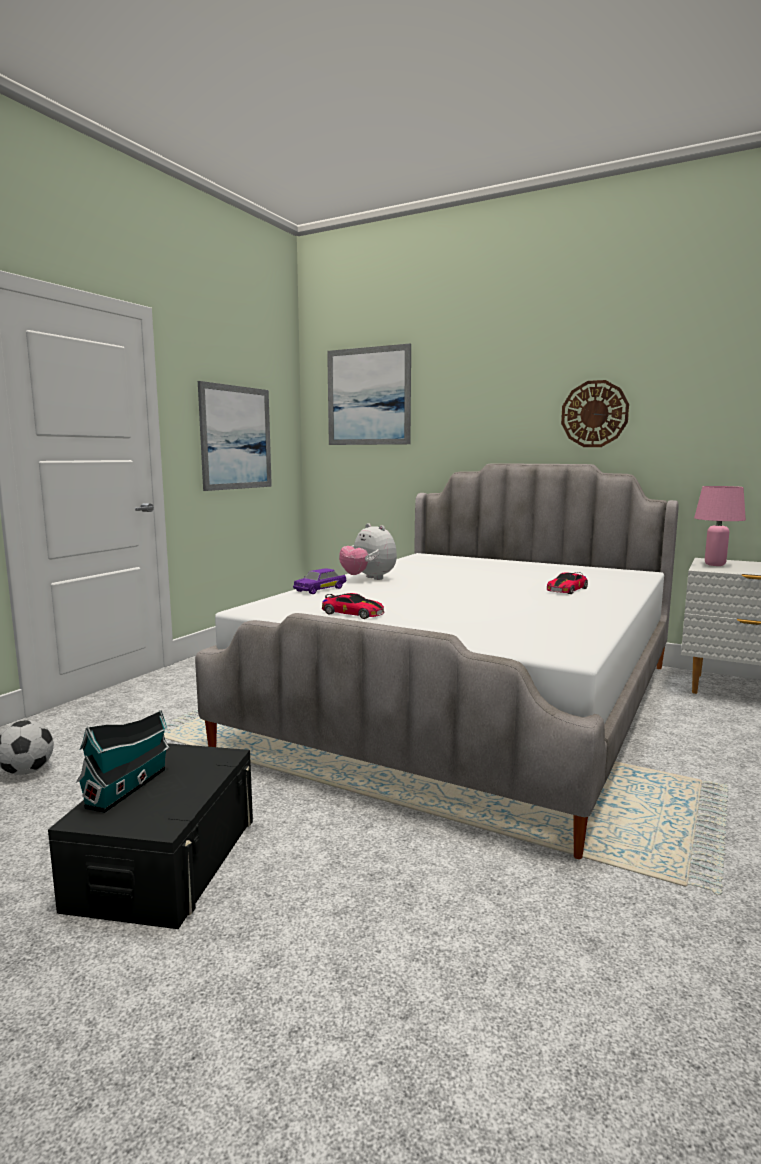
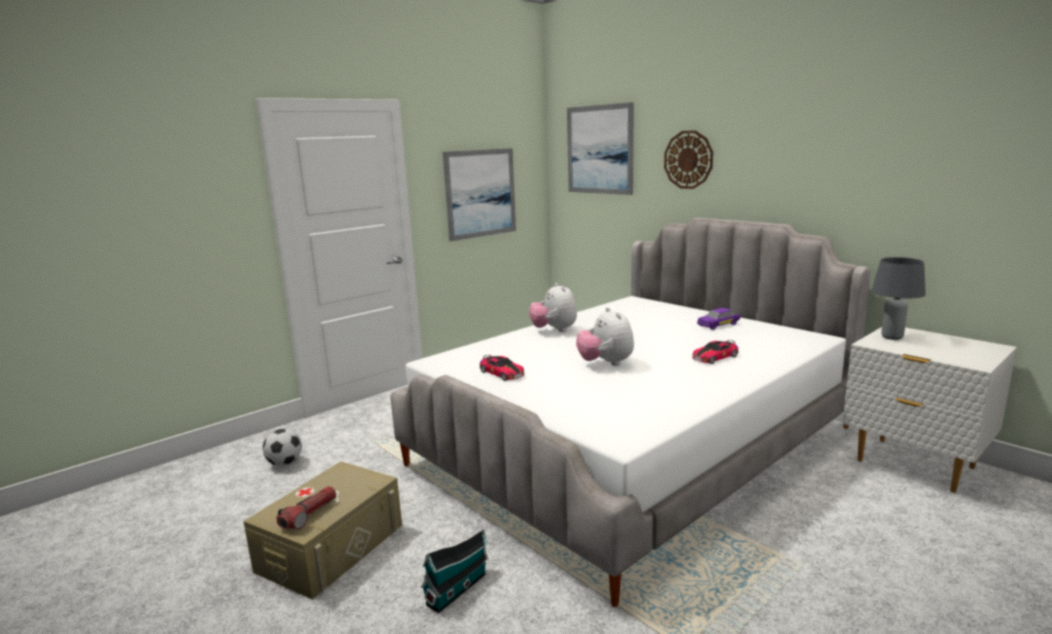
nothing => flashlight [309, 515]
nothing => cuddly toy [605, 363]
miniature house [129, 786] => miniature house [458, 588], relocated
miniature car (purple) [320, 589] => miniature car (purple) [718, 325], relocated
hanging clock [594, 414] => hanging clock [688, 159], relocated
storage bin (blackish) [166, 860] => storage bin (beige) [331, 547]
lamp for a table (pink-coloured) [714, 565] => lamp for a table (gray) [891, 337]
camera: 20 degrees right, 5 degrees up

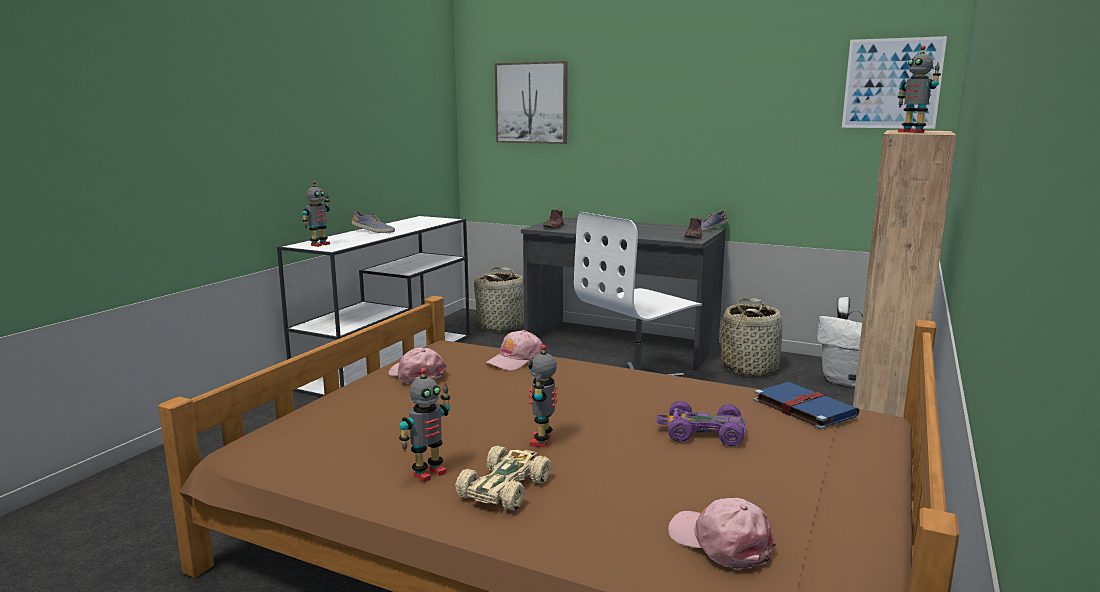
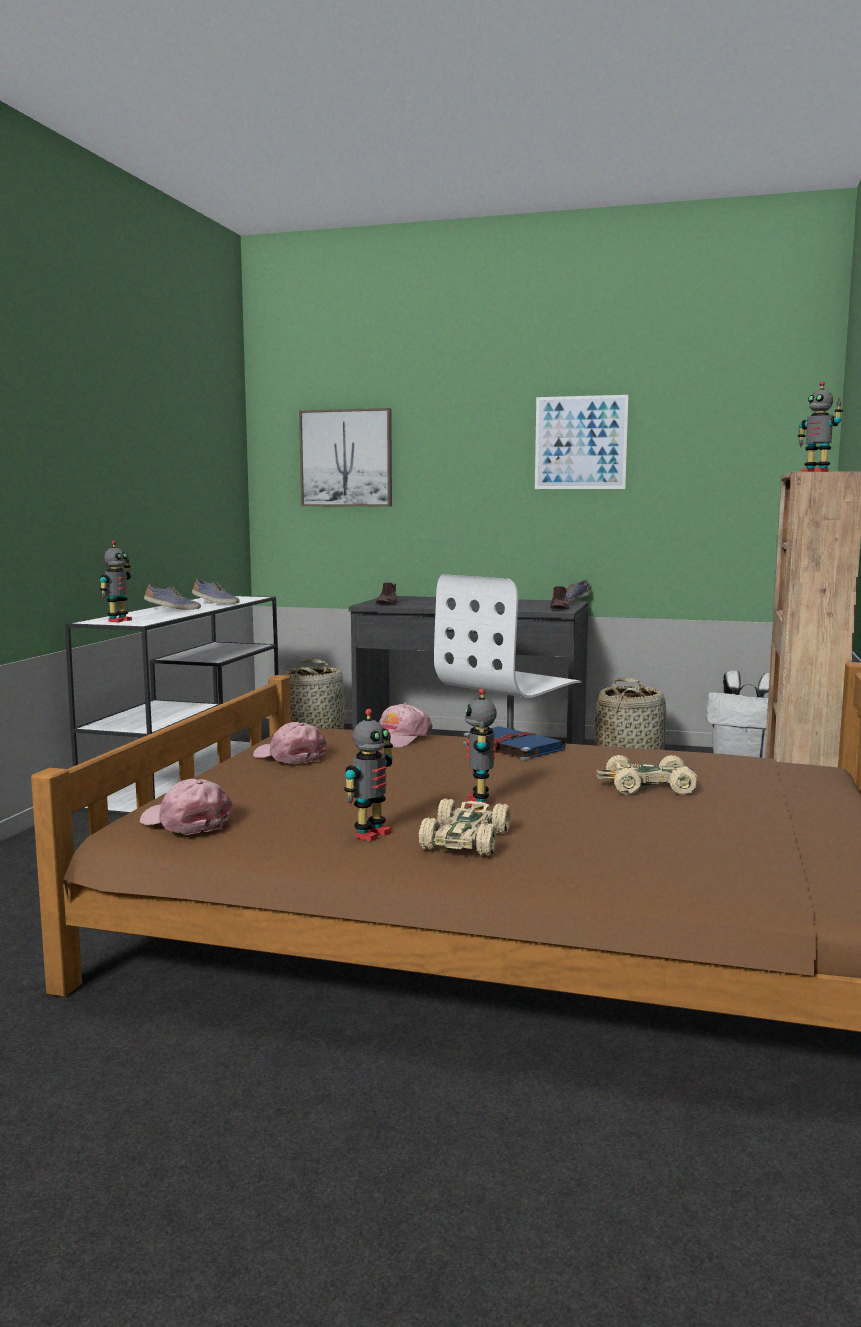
nothing => shoe [215, 602]
peaked cap (pink-coloured) [721, 542] => peaked cap (pink-coloured) [186, 822], relocated
book (bluish) [802, 407] => book (bluish) [511, 746], relocated
wall picture [892, 83] => wall picture [580, 442], relocated
miniature car (purple) [702, 433] => miniature car (beige) [648, 787]
camera: 10 degrees left, 5 degrees down

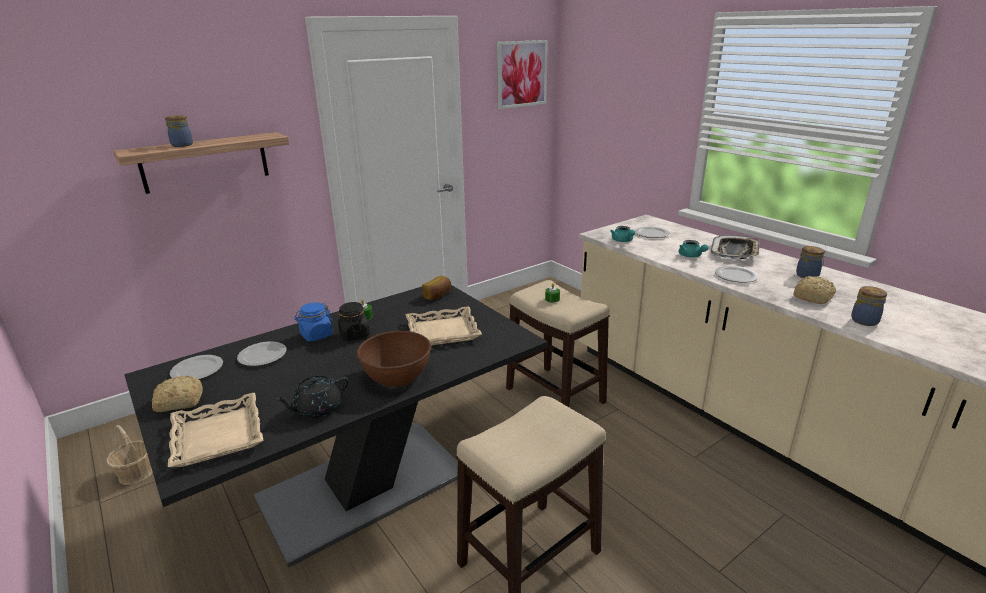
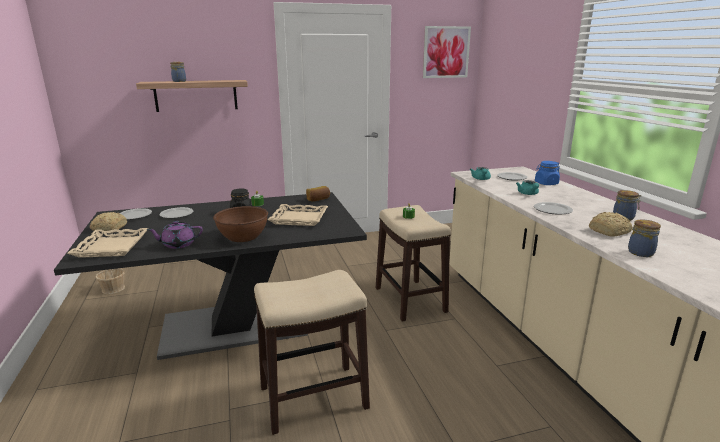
tray [735, 252] => nothing
jar (bluish) [316, 335] => jar (bluish) [546, 183], relocated
pot for tea (blackish) [317, 408] => pot for tea (purple) [178, 244]
camera: 20 degrees right, 5 degrees down

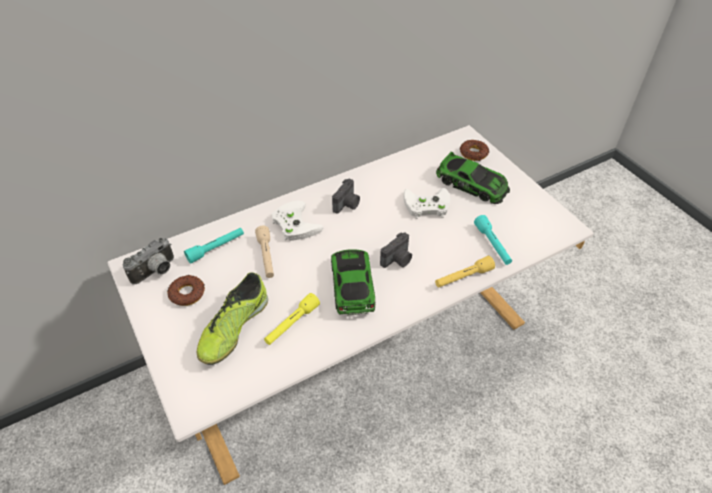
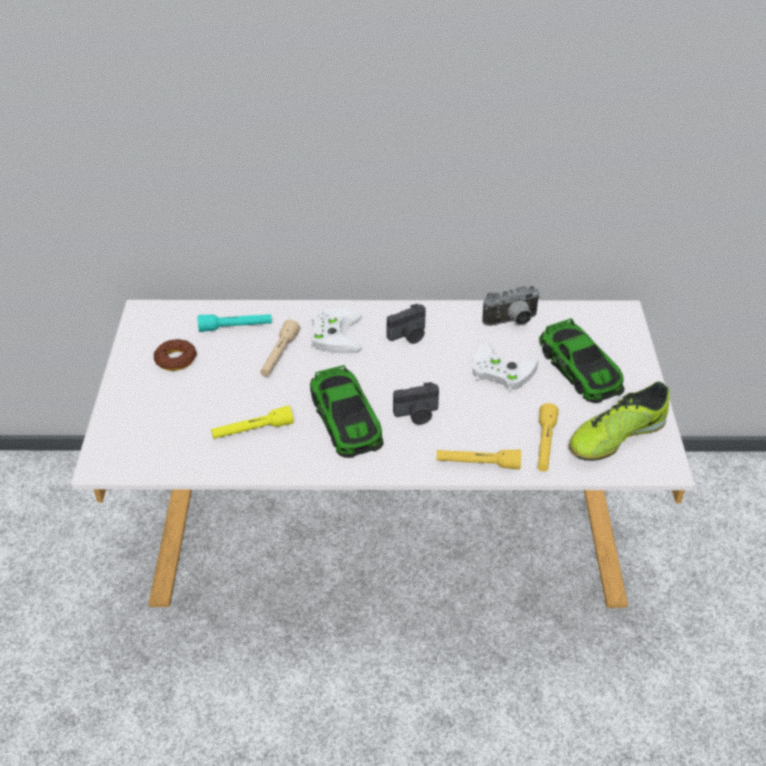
ring doughnut [473, 153] => nothing
photo camera [156, 272] => photo camera [512, 322], relocated
shoe [234, 328] => shoe [616, 437], relocated
flashlight (blue-green) [492, 245] => flashlight (yellowish) [545, 444]
miniature car [352, 285] => miniature car [346, 419], 135 degrees clockwise
camera: 30 degrees right, 5 degrees down

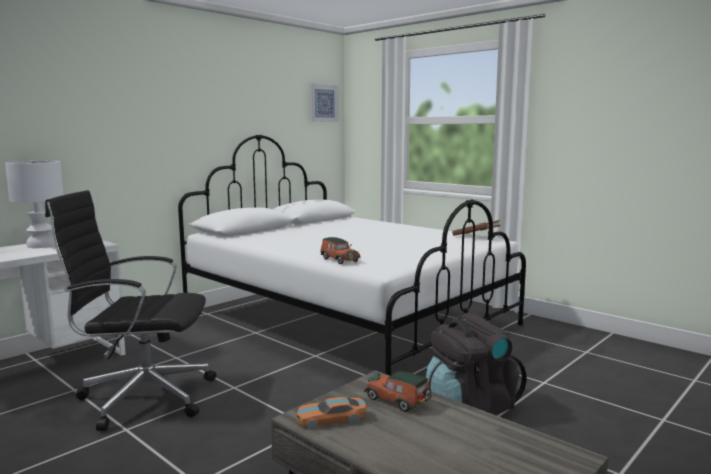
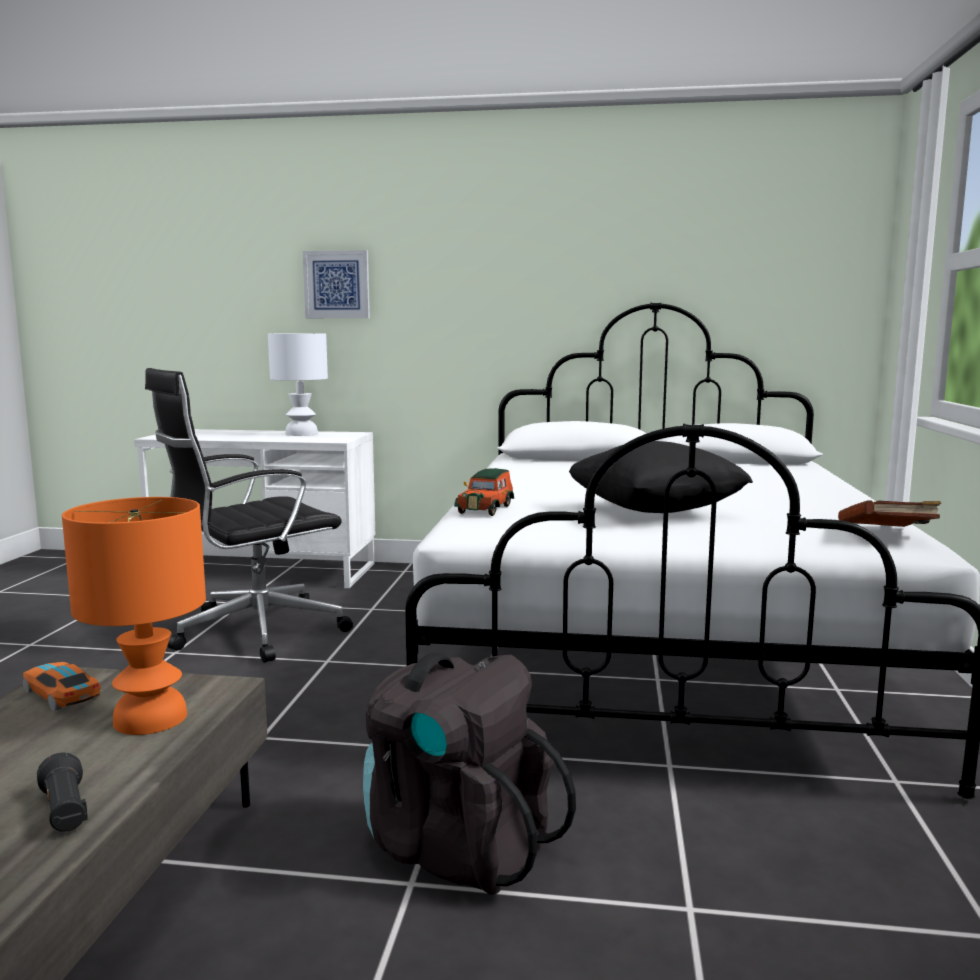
nothing => flashlight (blackish) [65, 812]
nothing => throw pillow (blackish) [655, 512]
wall picture [323, 103] => wall picture [337, 284], relocated
miniature car [398, 401] => lamp for a table (orange-coloured) [148, 719]
desk chair (blackish) [143, 397] => desk chair (blackish) [254, 632], 90 degrees counterclockwise
camera: 55 degrees right, 0 degrees up

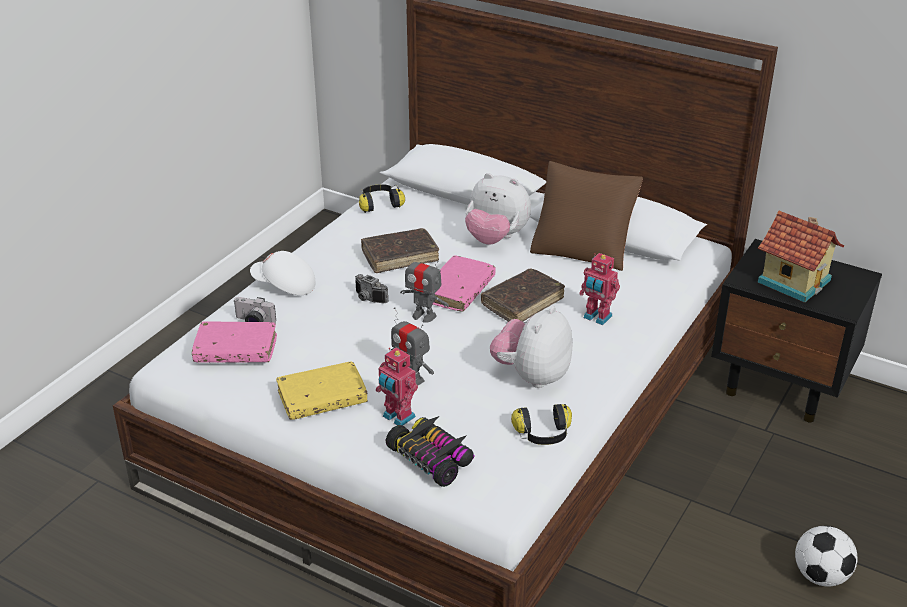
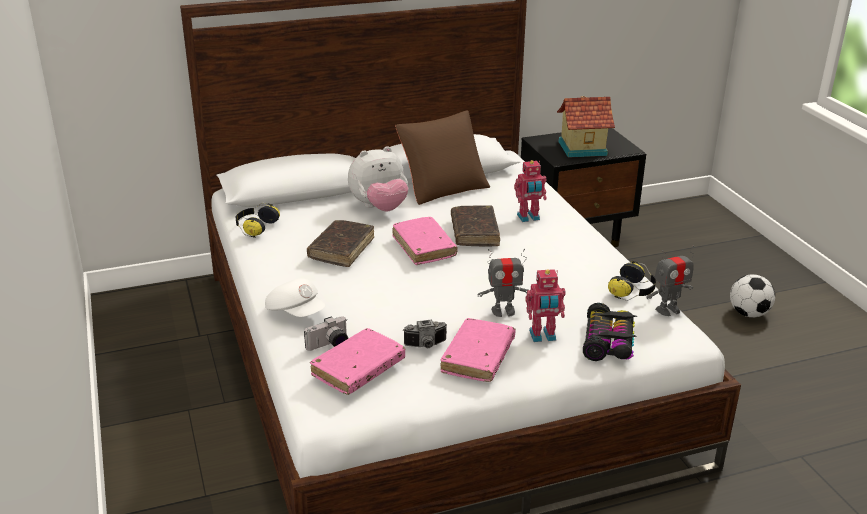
cuddly toy [532, 376] => nothing
photo camera [368, 299] => photo camera [426, 345], relocated
model robot [424, 316] => model robot [668, 310], relocated
book (yellowish) [322, 398] => book (pink-coloured) [478, 357]
peaked cap (white) [284, 286] => peaked cap (white) [296, 312], 105 degrees counterclockwise
miniature car [432, 458] => miniature car [609, 342], 105 degrees clockwise
camera: 50 degrees left, 5 degrees down

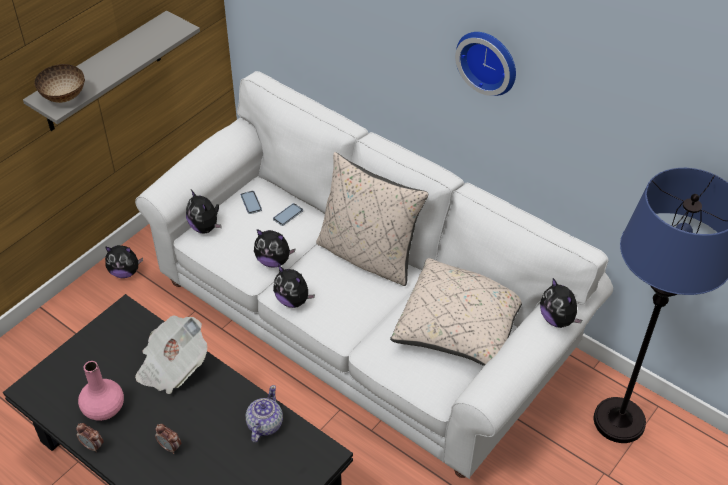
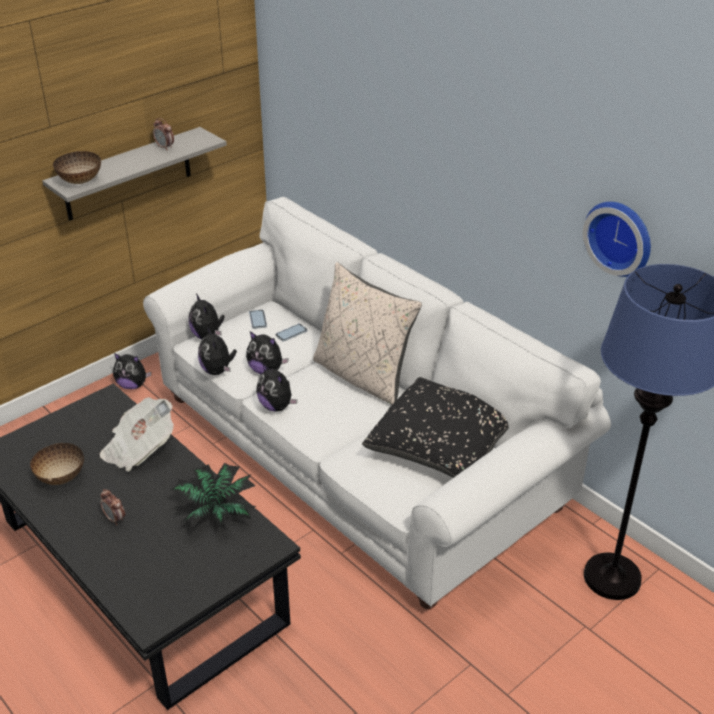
alarm clock [92, 446] => alarm clock [165, 147], relocated
hanging clock [489, 60] => hanging clock [620, 237], relocated
cuddly toy [557, 319] => cuddly toy [217, 370], relocated
decorative vase (pink-coloured) [103, 408] => serving bowl [60, 477]
pot for tea [264, 425] => plant in a pot [215, 510]
throw pillow (beige) [460, 327] => throw pillow (blackish) [442, 447]
camera: 10 degrees right, 10 degrees down

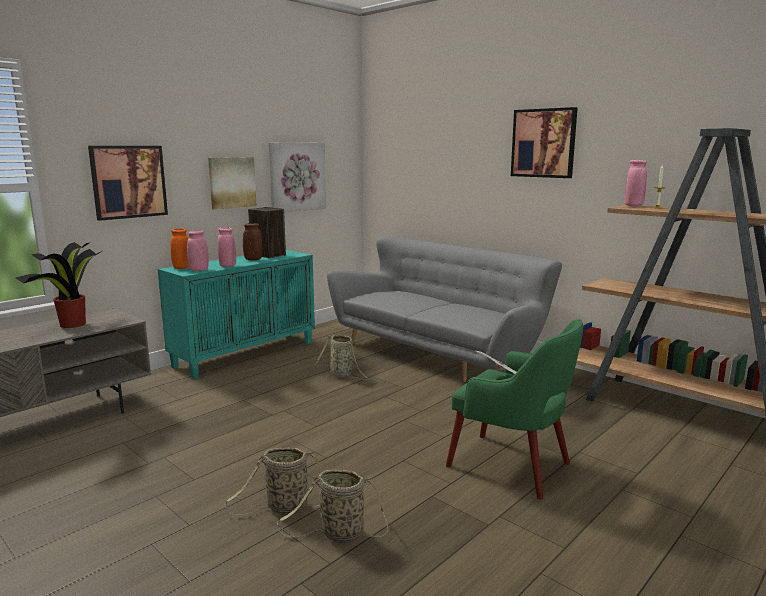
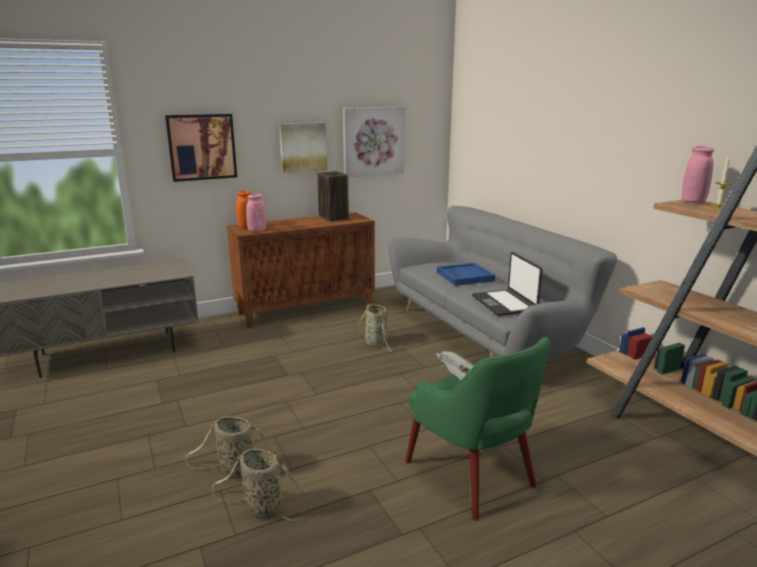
plant in a pot [71, 325] => nothing
decorative vase (pink-coloured) [228, 266] => nothing
decorative vase (brown-coloured) [253, 259] => nothing
wall picture [543, 143] => nothing
nothing => tray (bluish) [464, 276]
nothing => notebook computer [504, 303]
storage cabinet (blue-green) [245, 354] => storage cabinet (brown-coloured) [306, 309]
camera: 20 degrees right, 5 degrees up

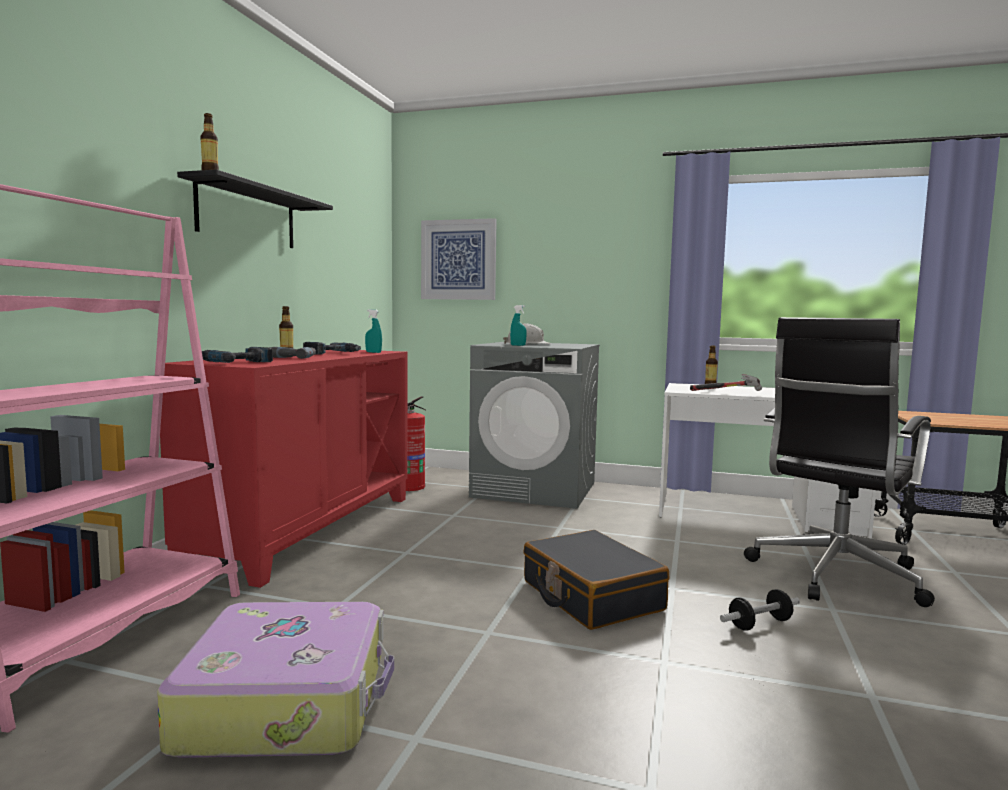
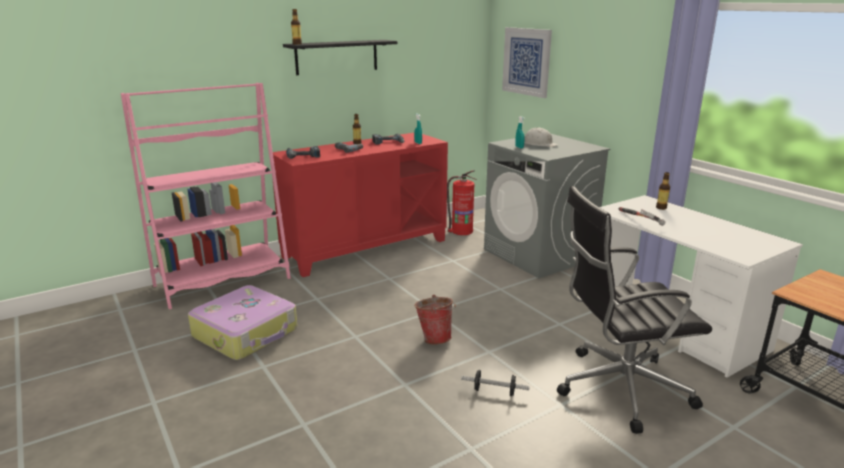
piece of luggage (blackish) [591, 596] => bucket [435, 338]
camera: 40 degrees right, 15 degrees up

